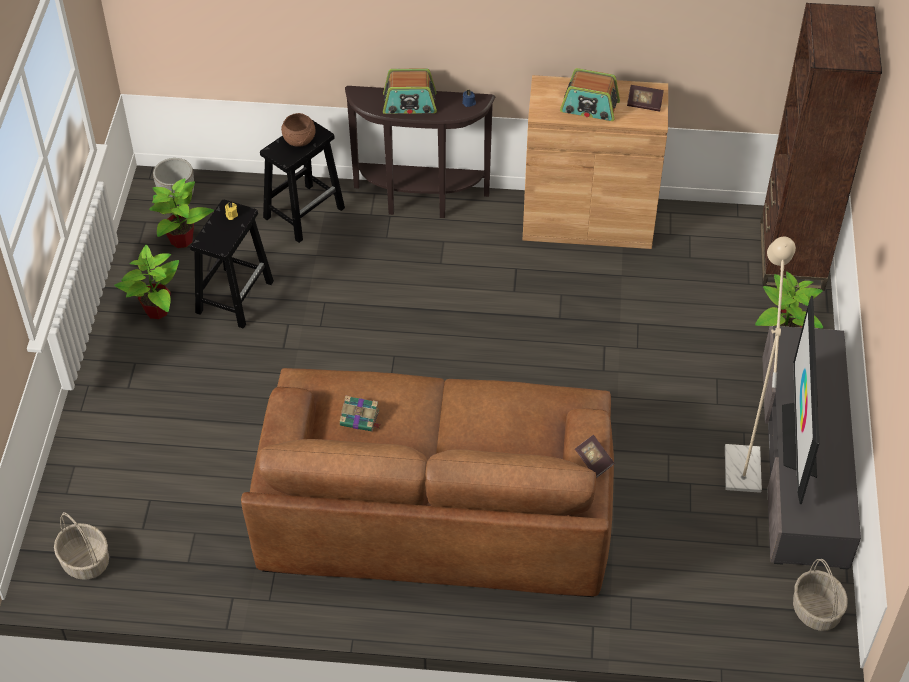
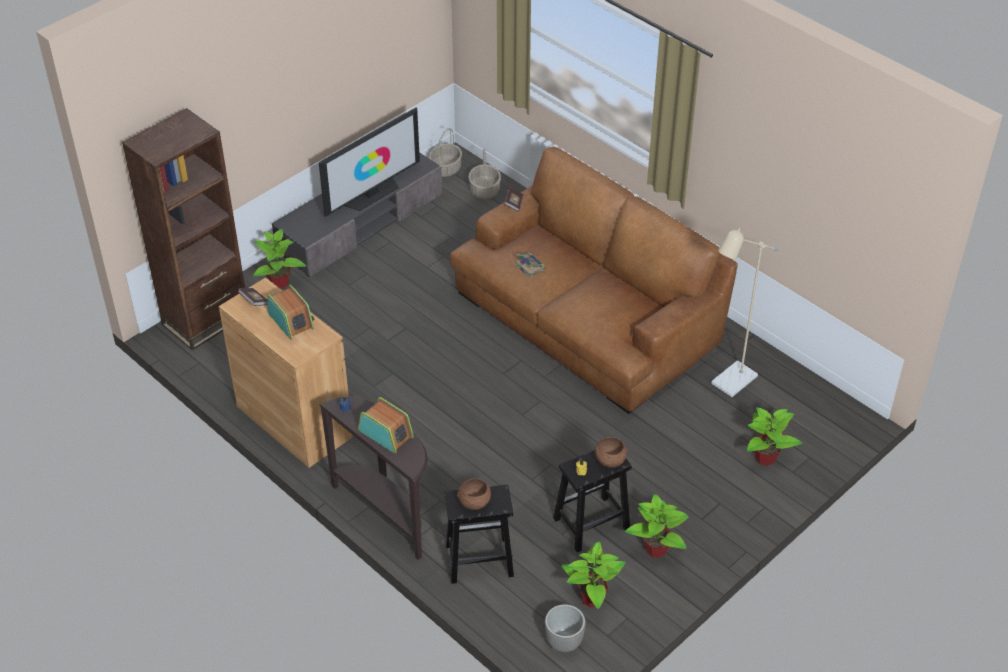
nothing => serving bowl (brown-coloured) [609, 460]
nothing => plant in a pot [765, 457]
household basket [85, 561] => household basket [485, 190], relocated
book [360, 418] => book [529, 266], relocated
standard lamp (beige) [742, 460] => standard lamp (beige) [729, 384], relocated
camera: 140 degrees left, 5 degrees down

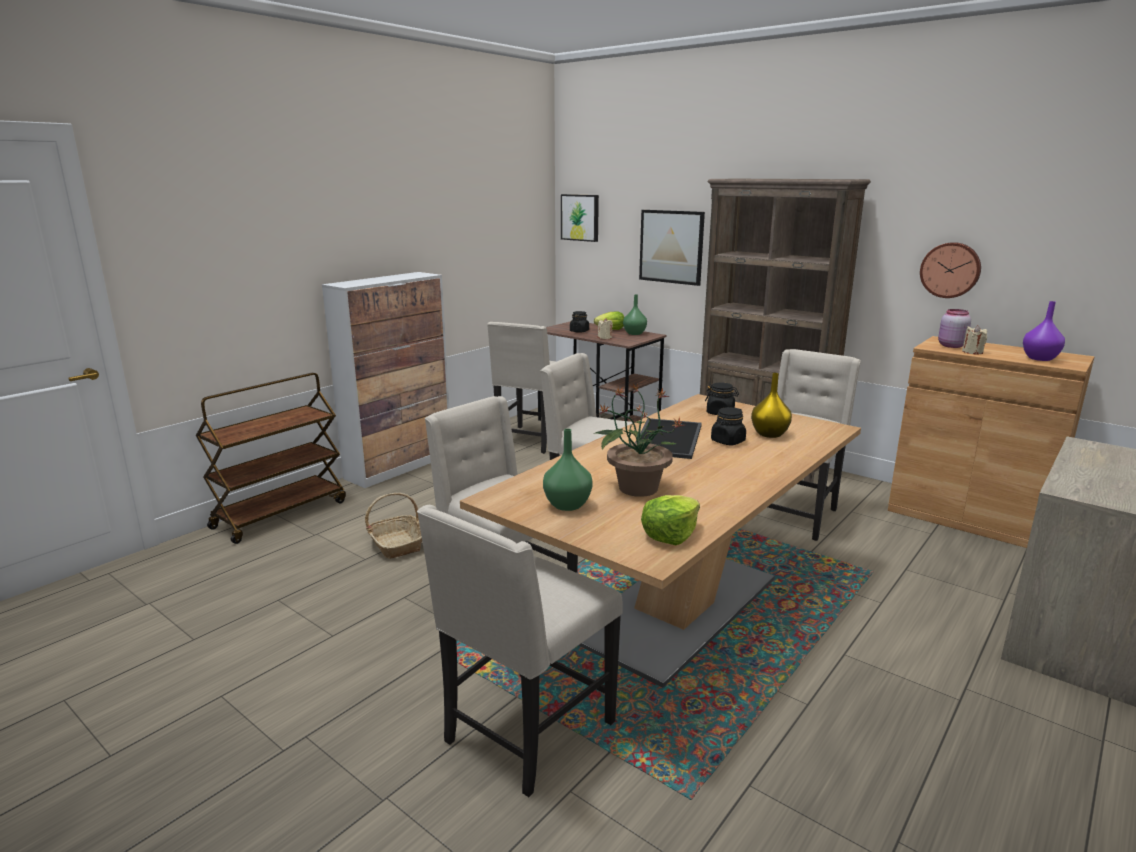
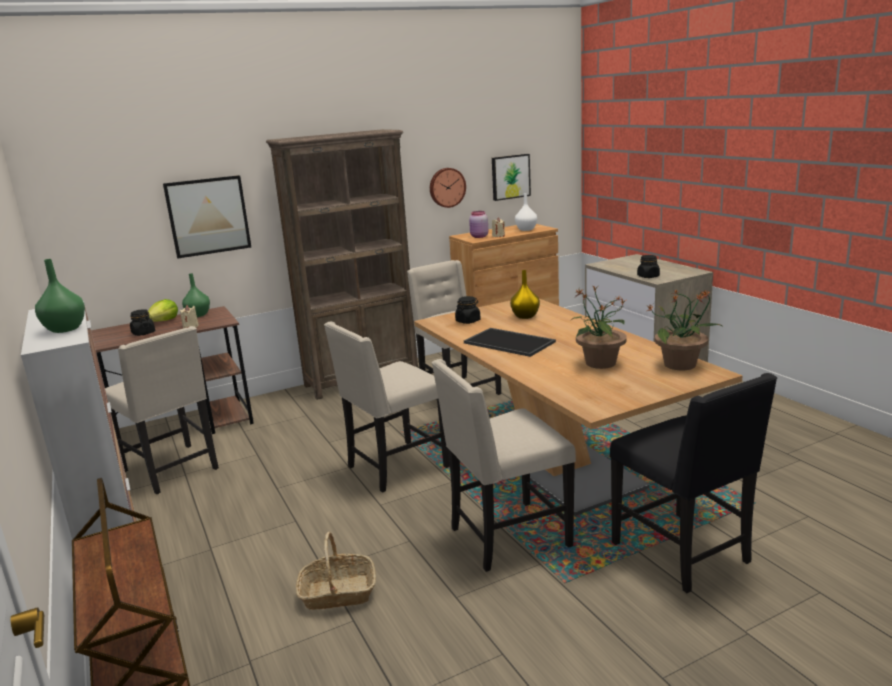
decorative vase (green-coloured) [566, 505] => decorative vase (green-coloured) [64, 329], relocated
wall picture [580, 217] => wall picture [510, 177], relocated
jar (blackish) [727, 441] => jar (blackish) [648, 276], relocated
head of lettuce [670, 535] => plant in a pot [681, 365]
plain chair (beige) [526, 733] => plain chair (blackish) [683, 553]
decorative vase (purple) [1039, 358] => decorative vase (white) [525, 229]
camera: 65 degrees left, 0 degrees up

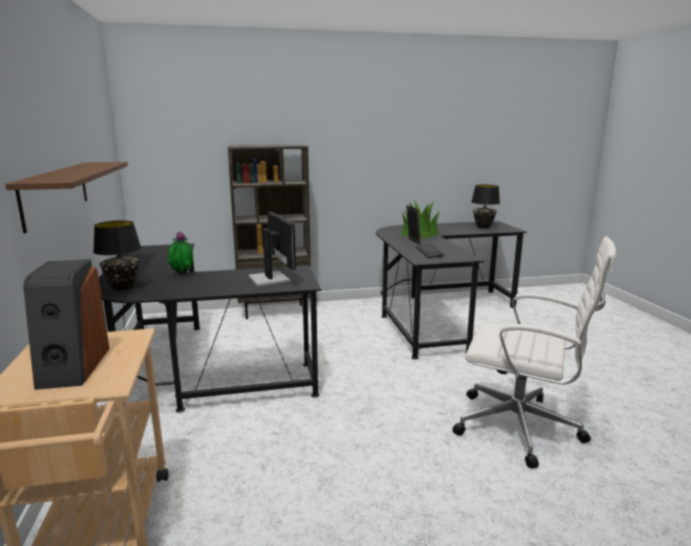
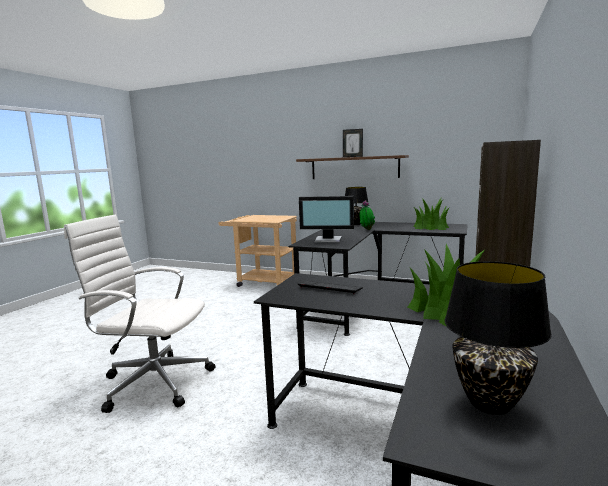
speaker [73, 367] => nothing
nothing => plant in a pot [431, 227]
picture frame [412, 242] => picture frame [352, 157], relocated
desk chair (white) [521, 427] => desk chair (white) [153, 381], 45 degrees clockwise
camera: 125 degrees right, 5 degrees down

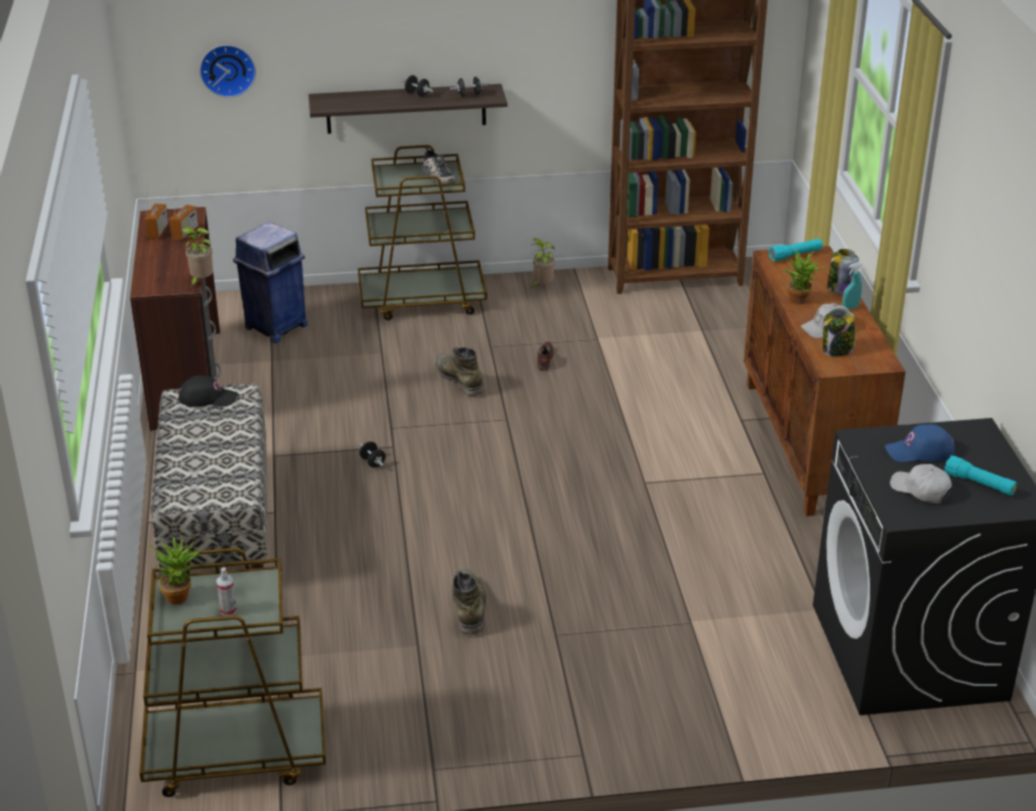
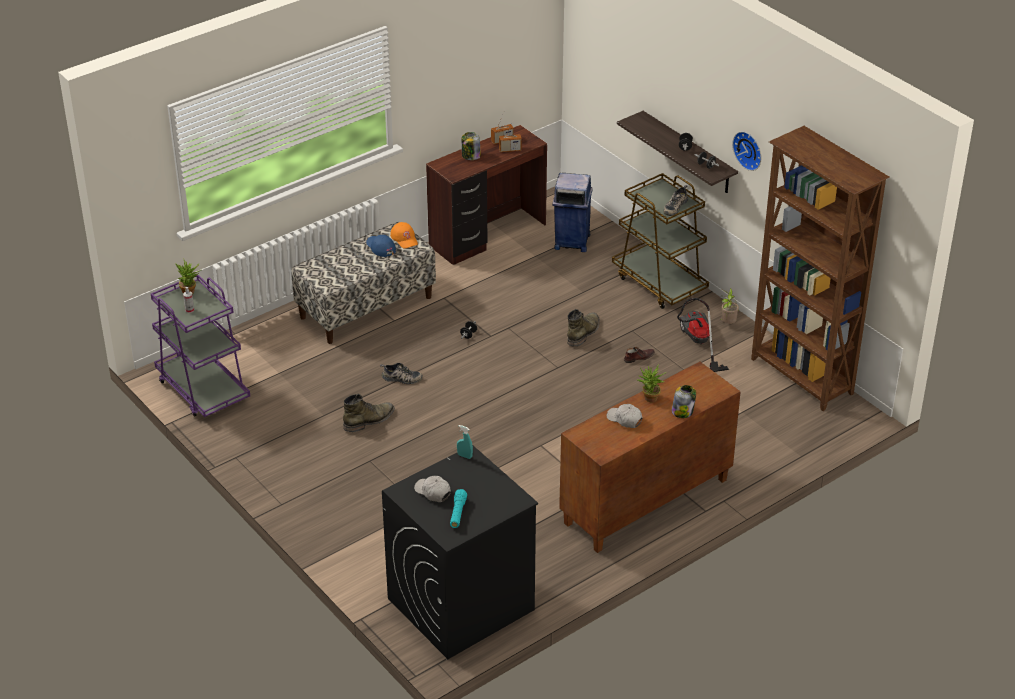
plant in a pot [201, 281] => nothing
flashlight (blue-green) [795, 255] => nothing
nothing => shoe [401, 379]
nothing => vacuum cleaner [697, 343]
hanging clock [227, 69] => hanging clock [749, 149], relocated
jar [837, 350] => jar [470, 156], relocated
hand sprayer (blue-green) [850, 308] => hand sprayer (blue-green) [464, 456], relocated
peaked cap (bluish) [919, 451] => peaked cap (bluish) [380, 247], relocated
cart (brown-coloured) [235, 753] => cart (purple) [203, 389]
peaked cap (blackish) [208, 397] => peaked cap (orange-coloured) [404, 238]
peaked cap (white) [920, 490] => peaked cap (white) [433, 492], 60 degrees counterclockwise
camera: 60 degrees right, 5 degrees up

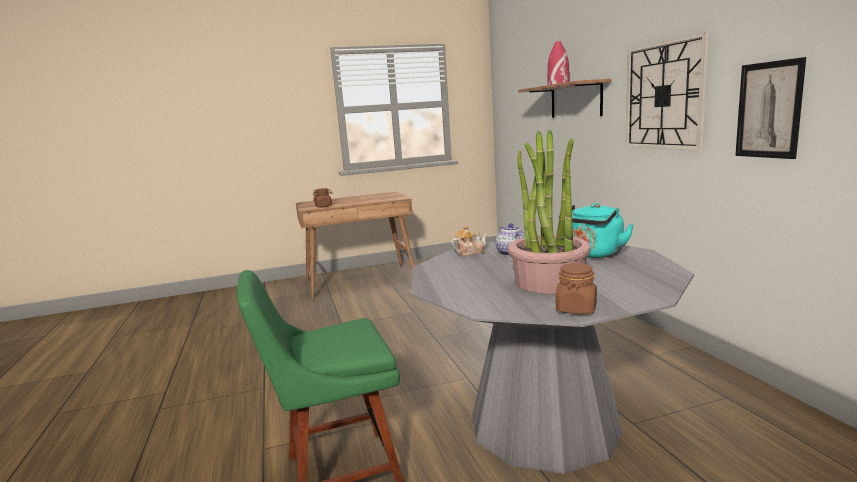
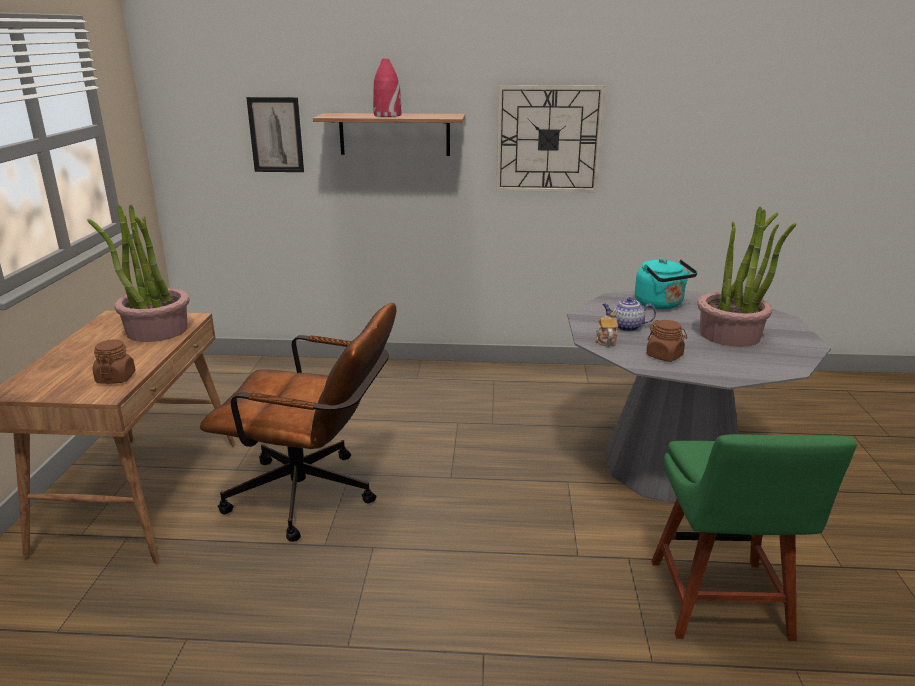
nothing => plant in a pot [156, 330]
nothing => desk chair (brown-coloured) [314, 496]
jar (brown-coloured) [576, 309] => jar (brown-coloured) [664, 356], relocated
wall picture [769, 110] => wall picture [276, 135], relocated
camera: 70 degrees left, 10 degrees up

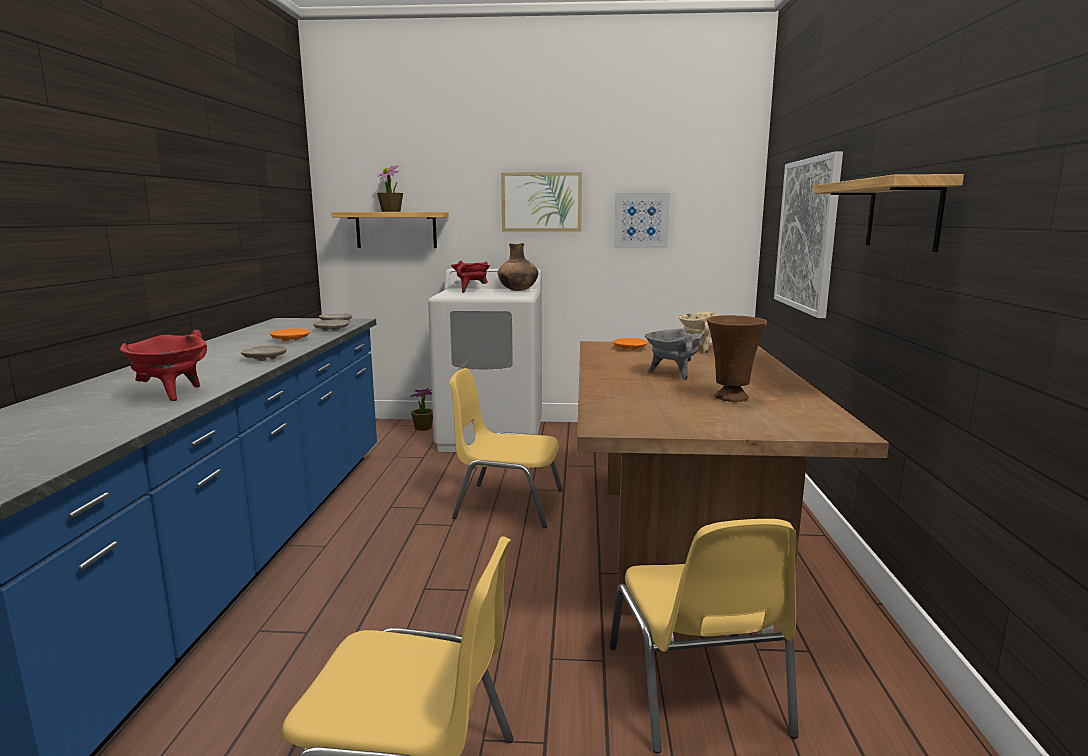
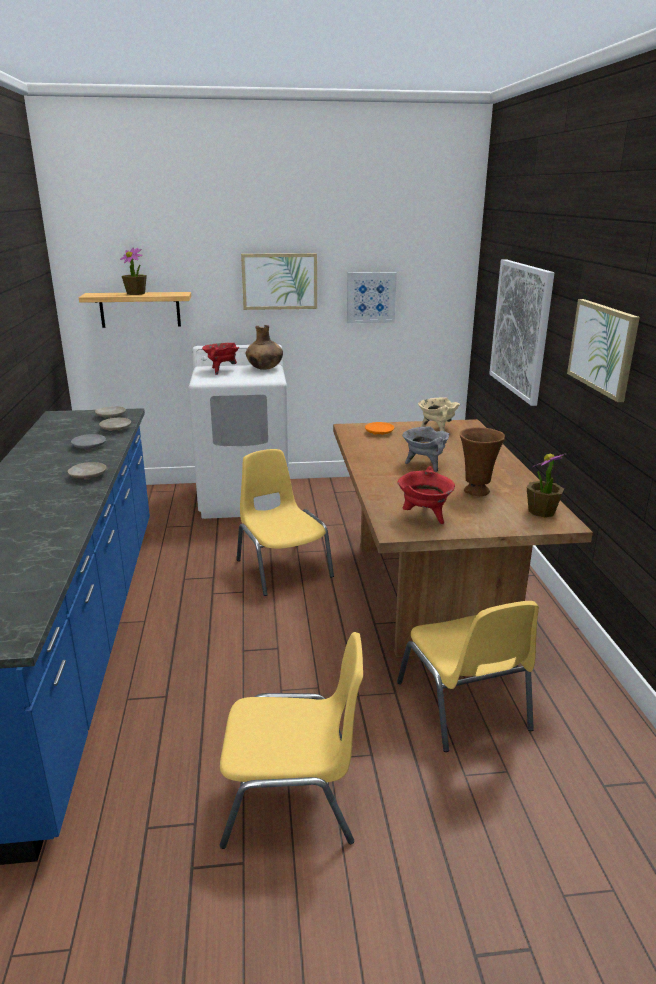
saucepot (red) [171, 394] => saucepot (red) [424, 517], relocated
plant in a pot [423, 428] => plant in a pot [541, 511], relocated
bracket shelf [903, 214] => wall picture [603, 348]
dinner plate (orange-coloured) [290, 340] => dinner plate (gray) [89, 446]
plain chair (yellowish) [507, 504] => plain chair (yellowish) [282, 568], 60 degrees clockwise
camera: 10 degrees left, 10 degrees up

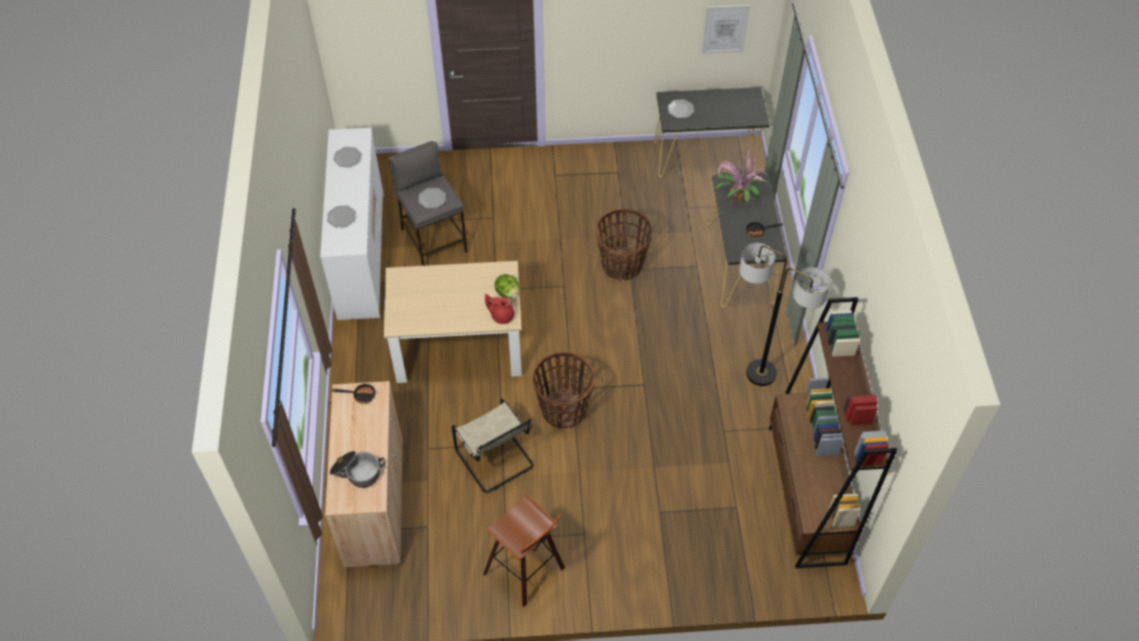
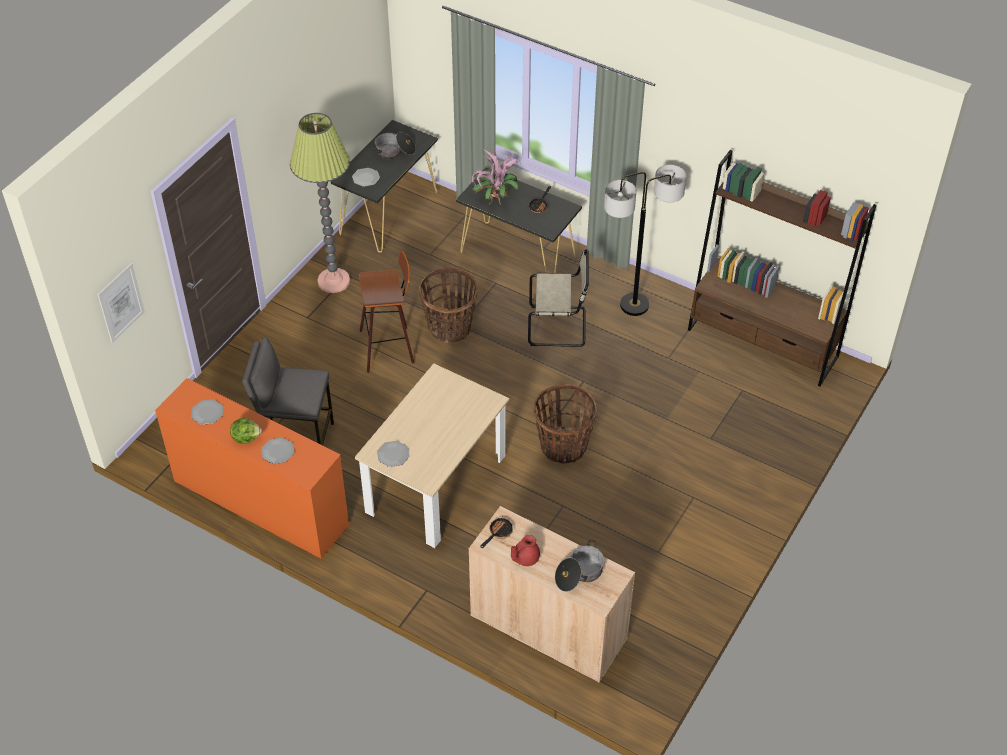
nothing => standard lamp [333, 281]
nothing => saucepot [395, 151]
dinner plate [432, 199] => dinner plate [393, 454], relocated
plain chair (beige) [496, 461] => plain chair (beige) [559, 326], relocated
stool seat [527, 570] => stool seat [389, 347], relocated
pot for tea (red) [501, 316] => pot for tea (red) [525, 558], relocated
head of lettuce [508, 293] => head of lettuce [246, 437], relocated
wall picture [725, 29] => wall picture [121, 303], relocated
dresser (white) [361, 255] => dresser (orange-coloured) [260, 502]
camera: 55 degrees left, 5 degrees down

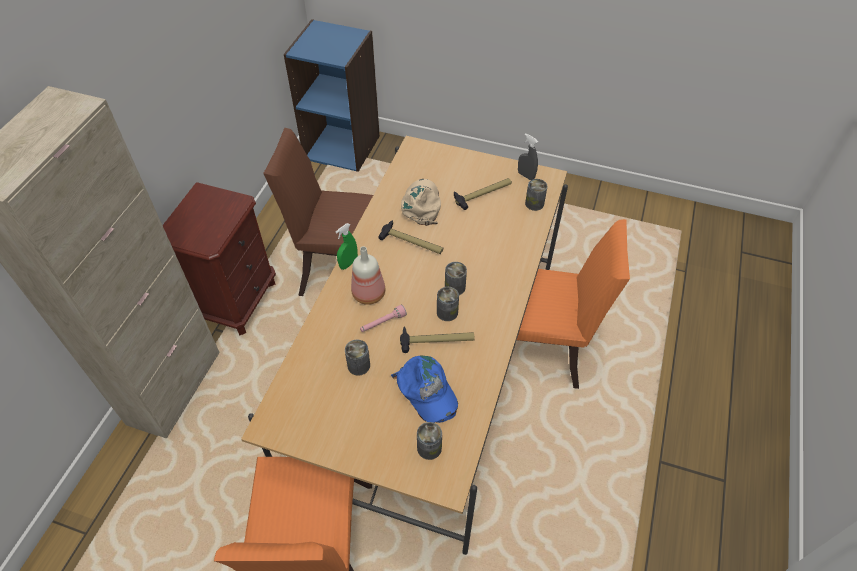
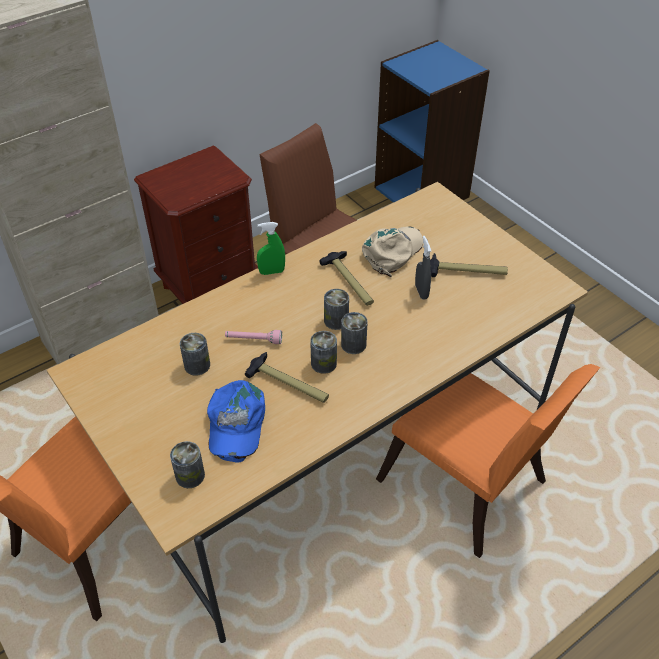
beverage bottle [369, 293] => nothing
hand sprayer (gray) [526, 176] => hand sprayer (gray) [421, 291], relocated
metal can [534, 203] => metal can [336, 320], relocated
camera: 35 degrees right, 5 degrees down

